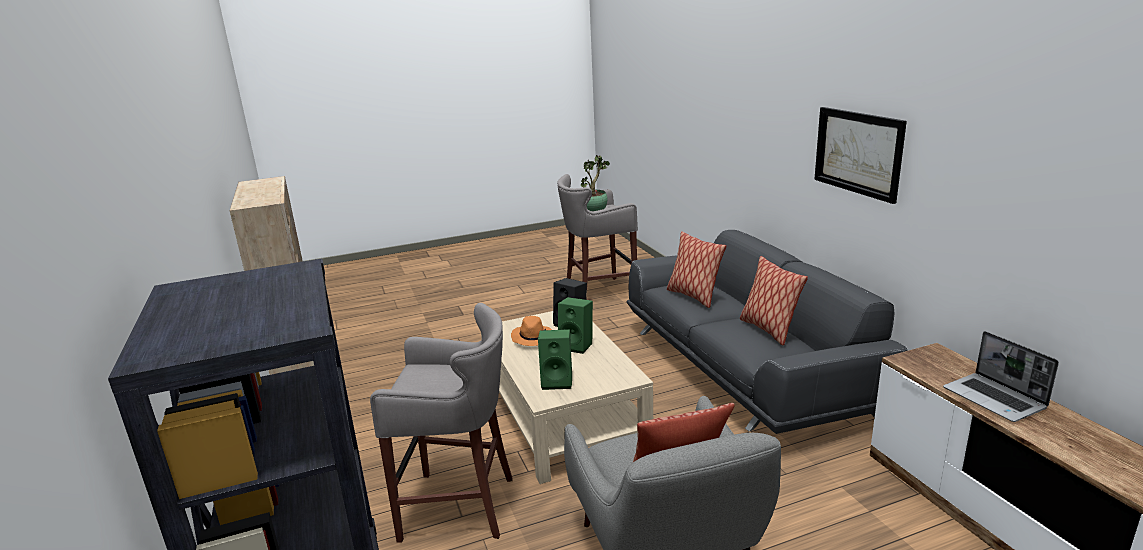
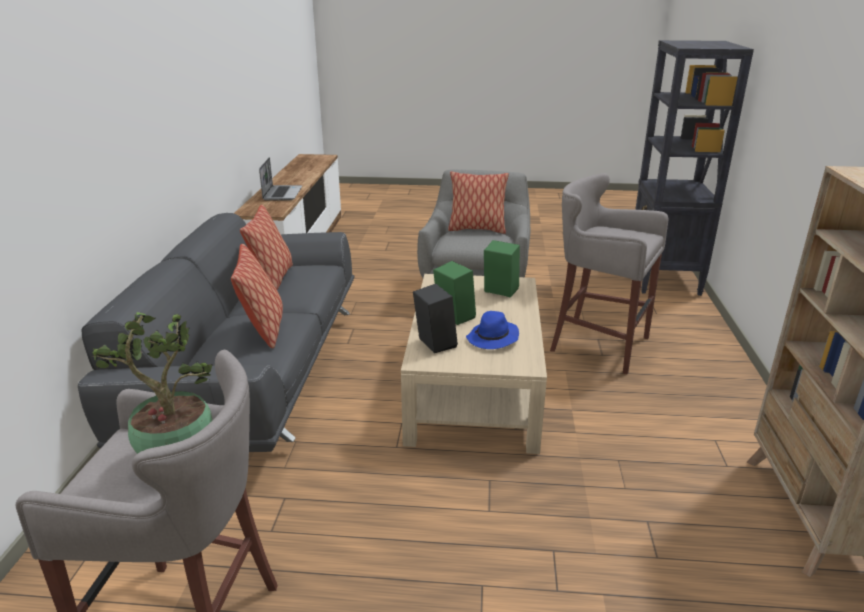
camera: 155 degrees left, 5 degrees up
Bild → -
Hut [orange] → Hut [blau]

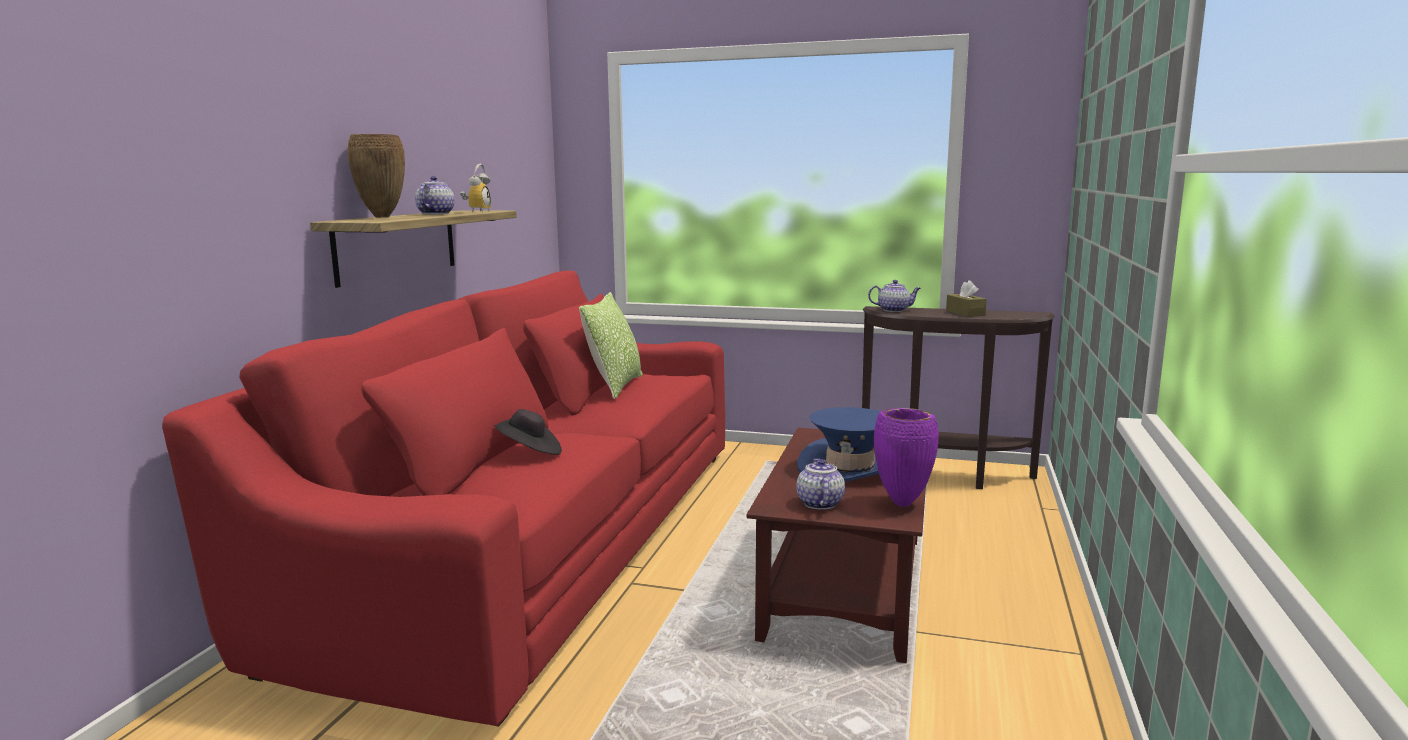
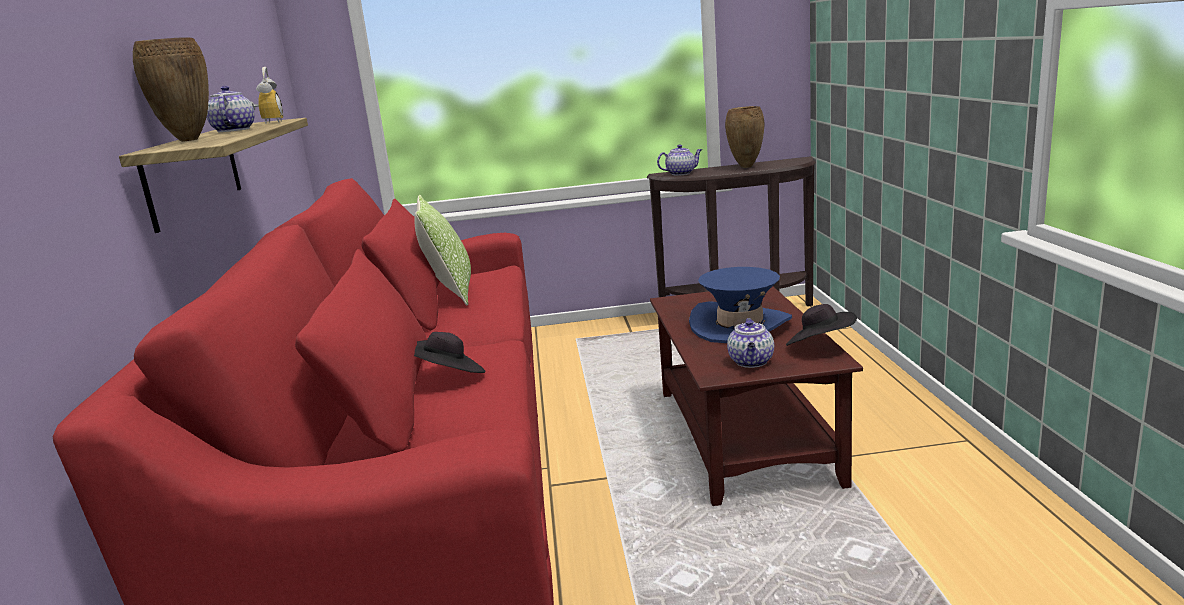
camera: 20 degrees left, 5 degrees up
Taschentuchbox [braun] → Vase [braun] (no. 2 from left)
Vase [lila] → Hut [schwarz] (no. 2 from left)
Teekanne (no. 2 from left in the first image) → Teekanne (no. 3 from left), 150 degrees counterclockwise

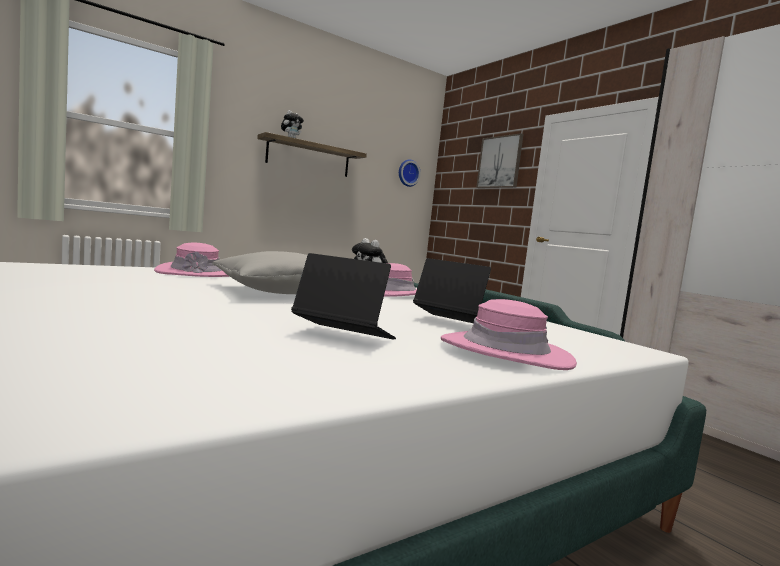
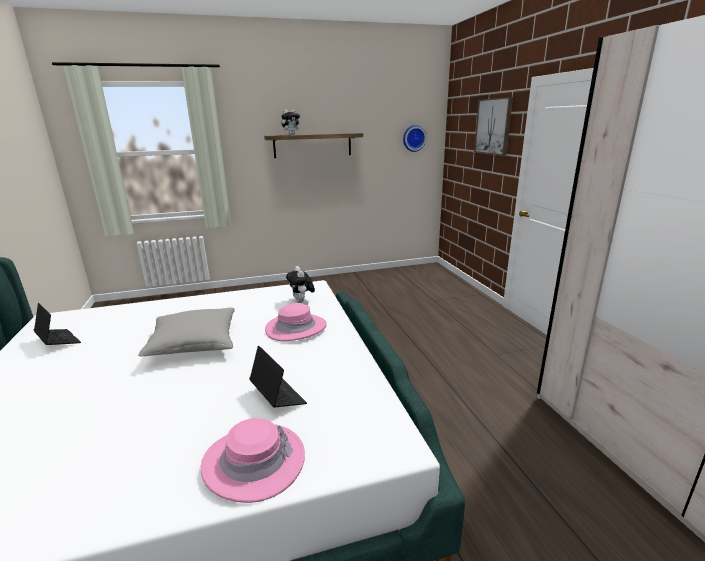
camera: 20 degrees right, 15 degrees up
Hut [rosa] (no. 1 from left) → -
Laptop (no. 1 from left), shifted

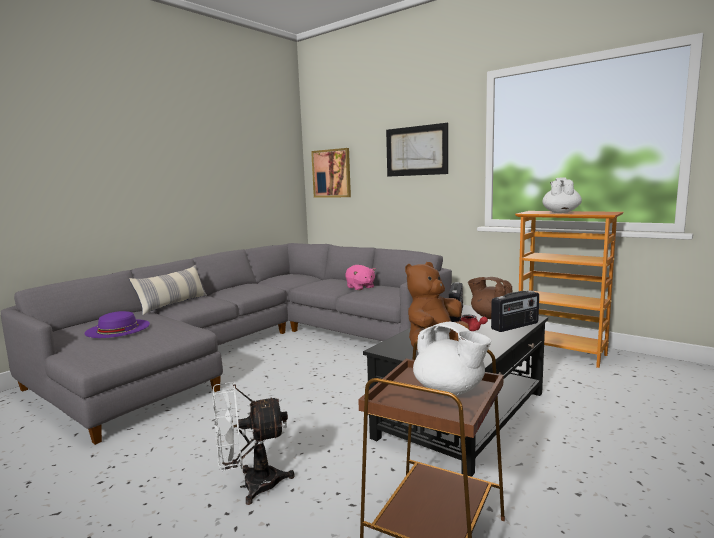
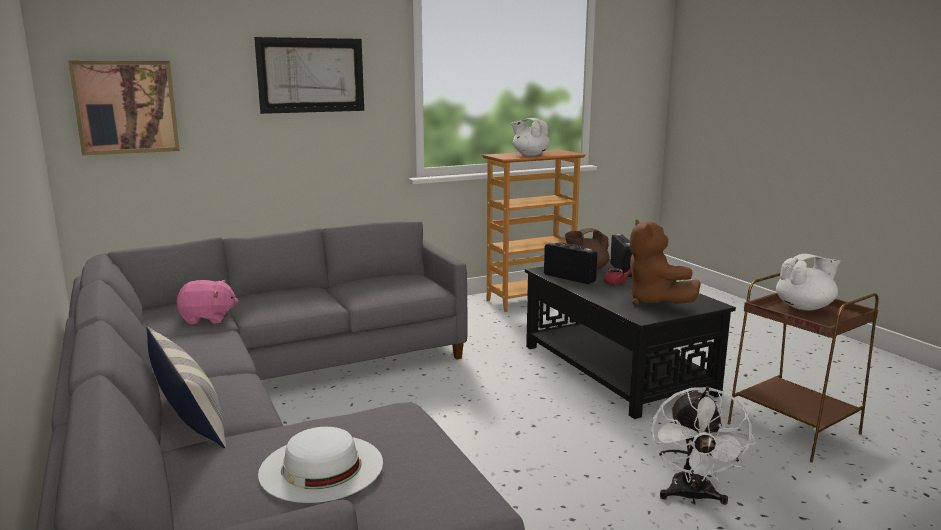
camera: 65 degrees left, 5 degrees up
Plüschtier [rosa], shifted
Hut [lila] → Hut [weiß]

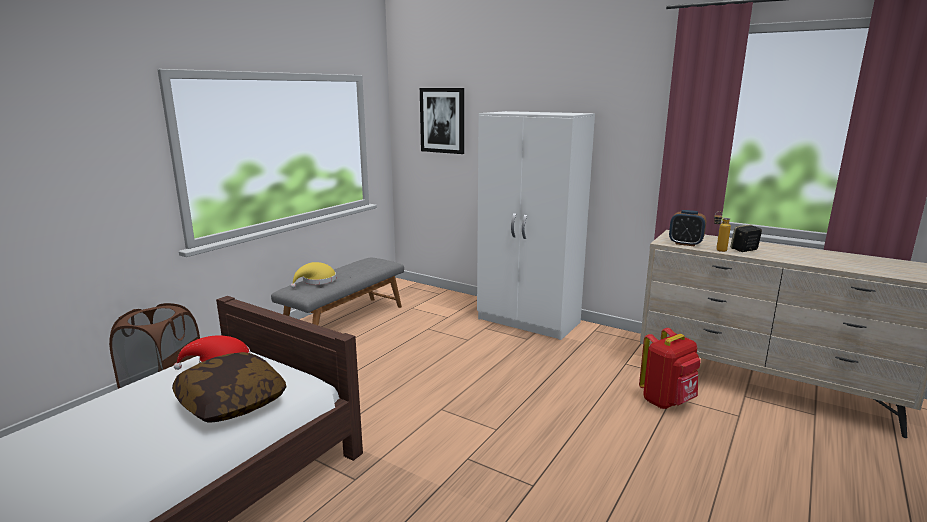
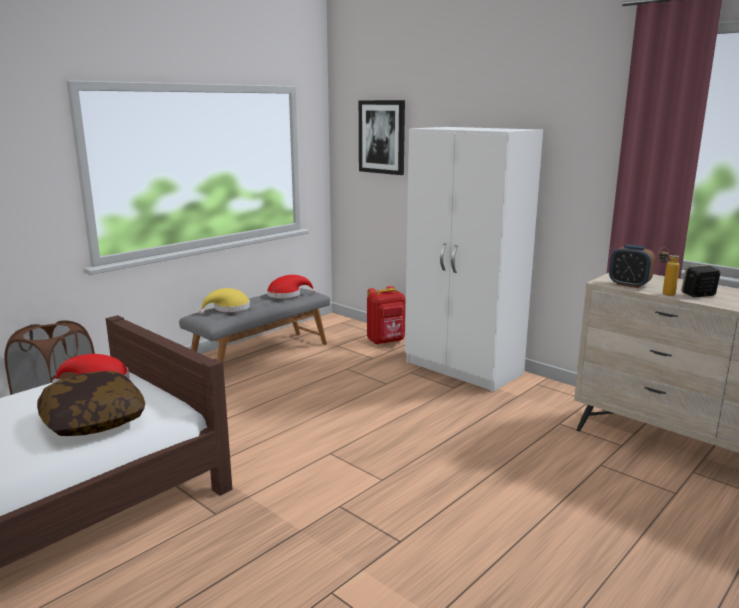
camera: 10 degrees right, 0 degrees up
Rucksack [rot], shifted
- → Hut [rot] (no. 2 from left)

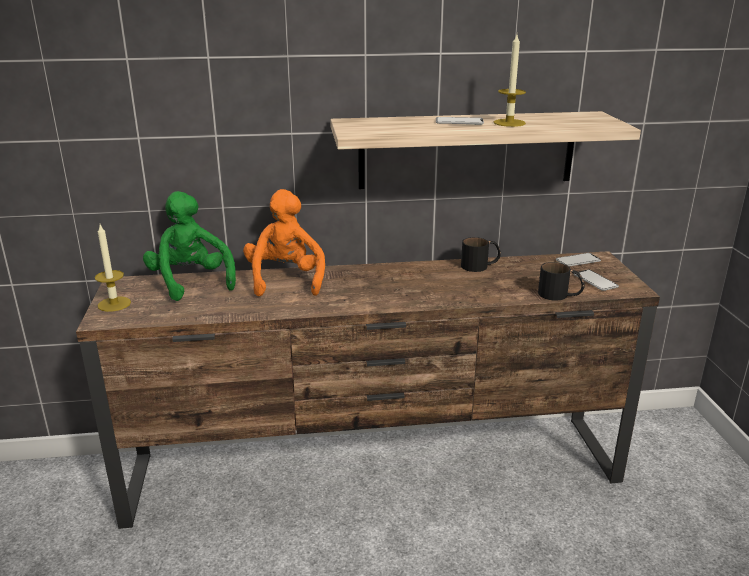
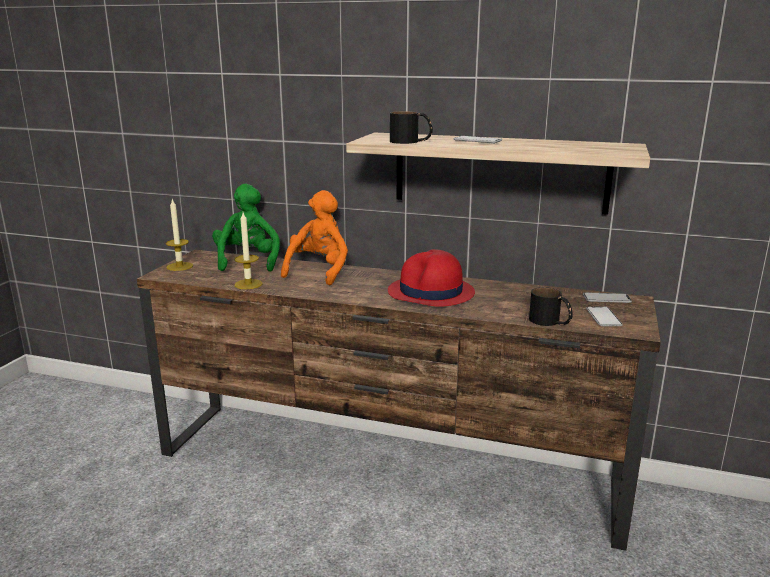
camera: 25 degrees right, 5 degrees down
Kerze (no. 2 from left), shifted
Henkelbecher [schwarz] (no. 1 from left), shifted
- → Hut [rot]

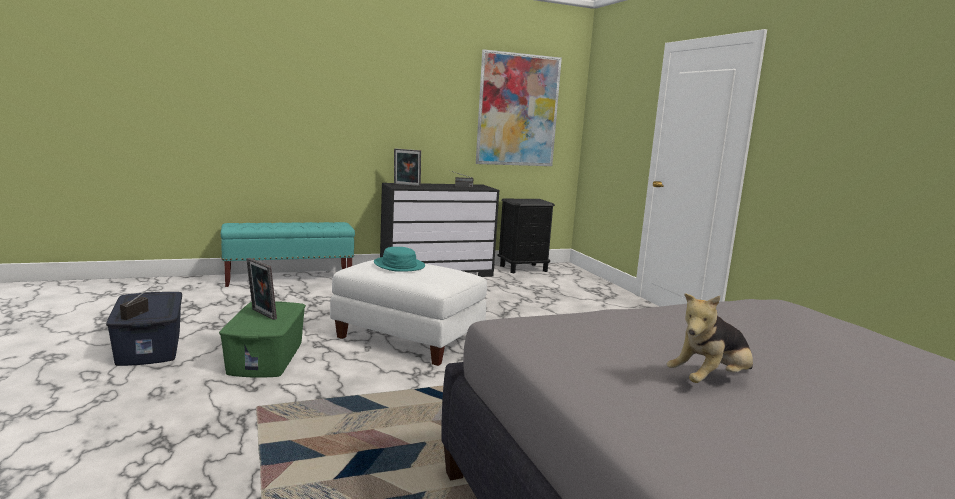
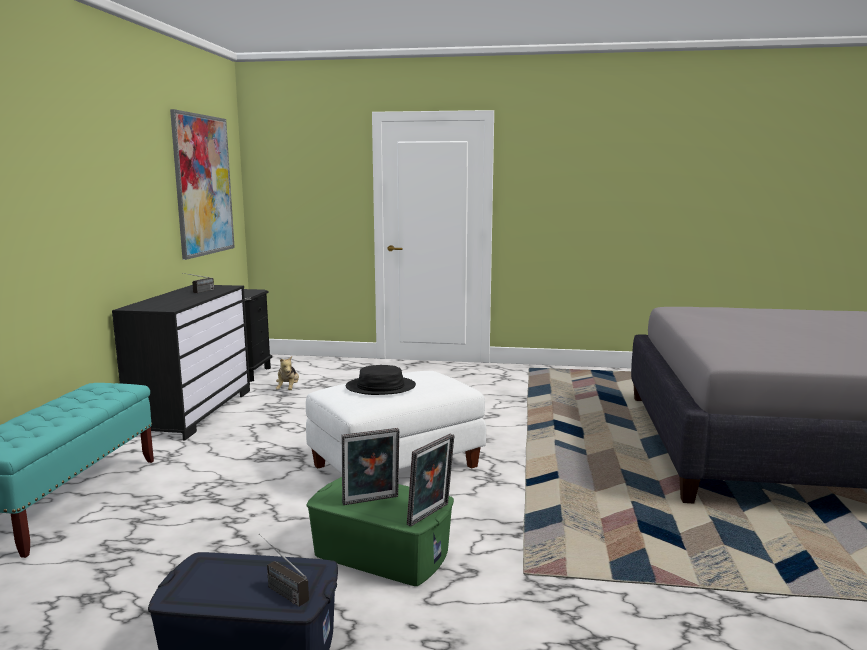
camera: 60 degrees left, 0 degrees up
Bilderrahmen (no. 2 from left), shifted
Hut [türkis] → Hut [schwarz]
Plüschtier, shifted

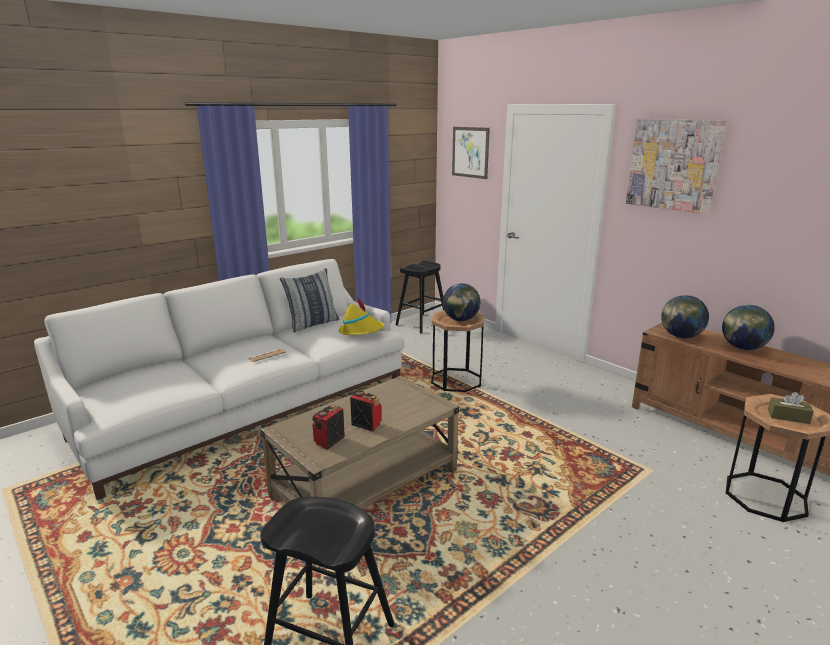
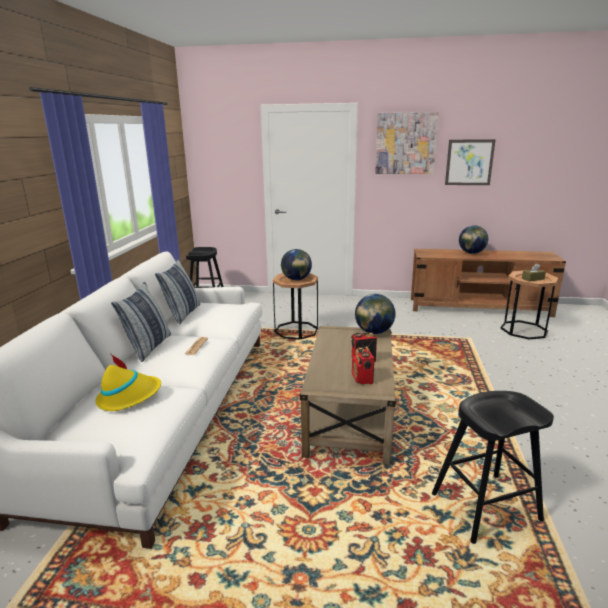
camera: 40 degrees left, 0 degrees up
Bild (no. 1 from left in the first image) → Bild (no. 2 from left), shifted
Globus (no. 2 from left), shifted
Hut [gelb], shifted
- → Kissen (no. 1 from left)

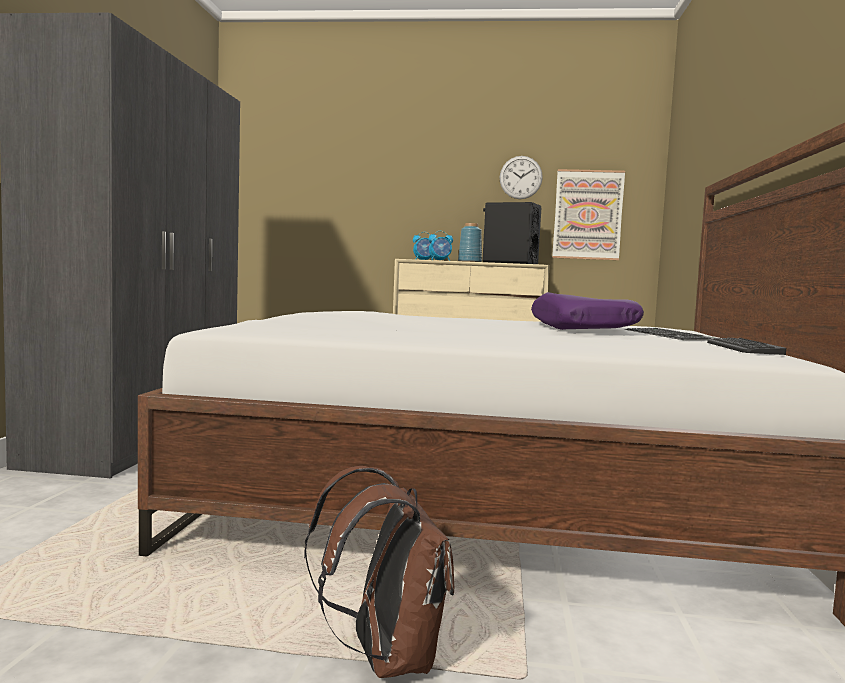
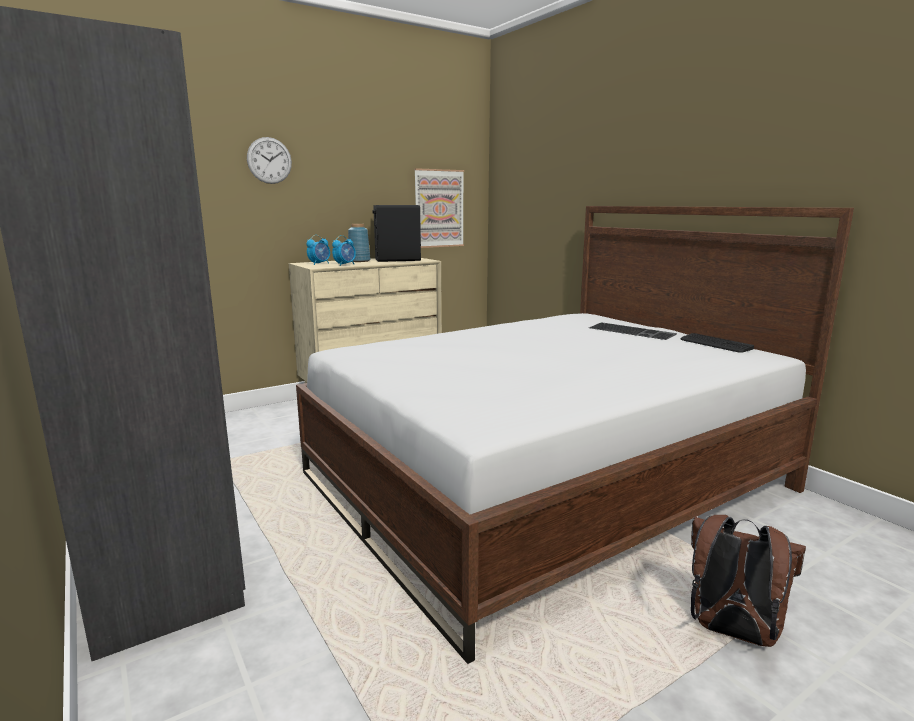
camera: 40 degrees left, 10 degrees up
Wanduhr, shifted
Kissen [lila] → -

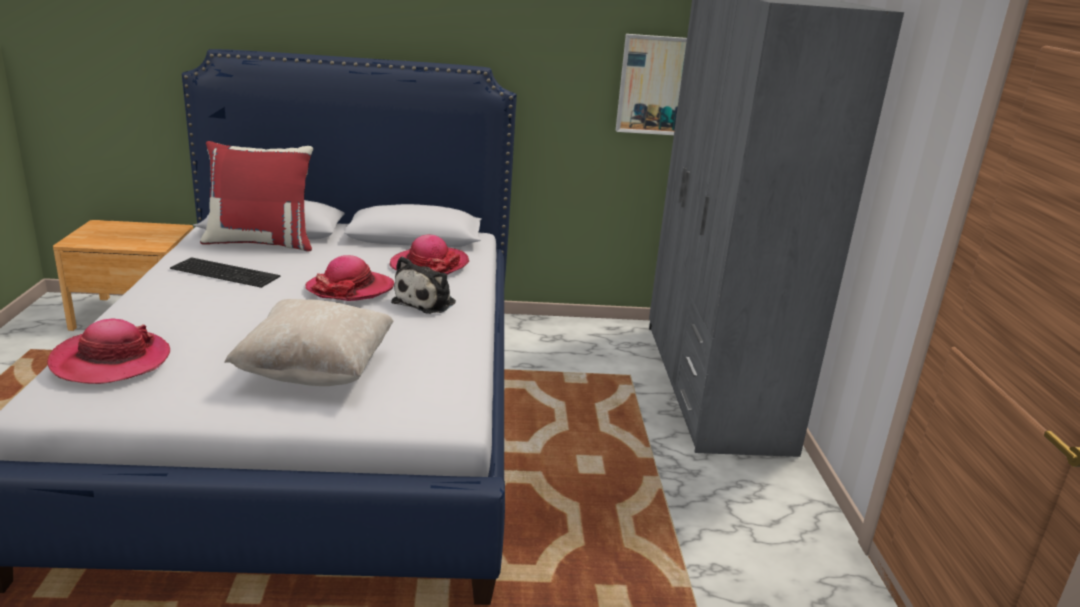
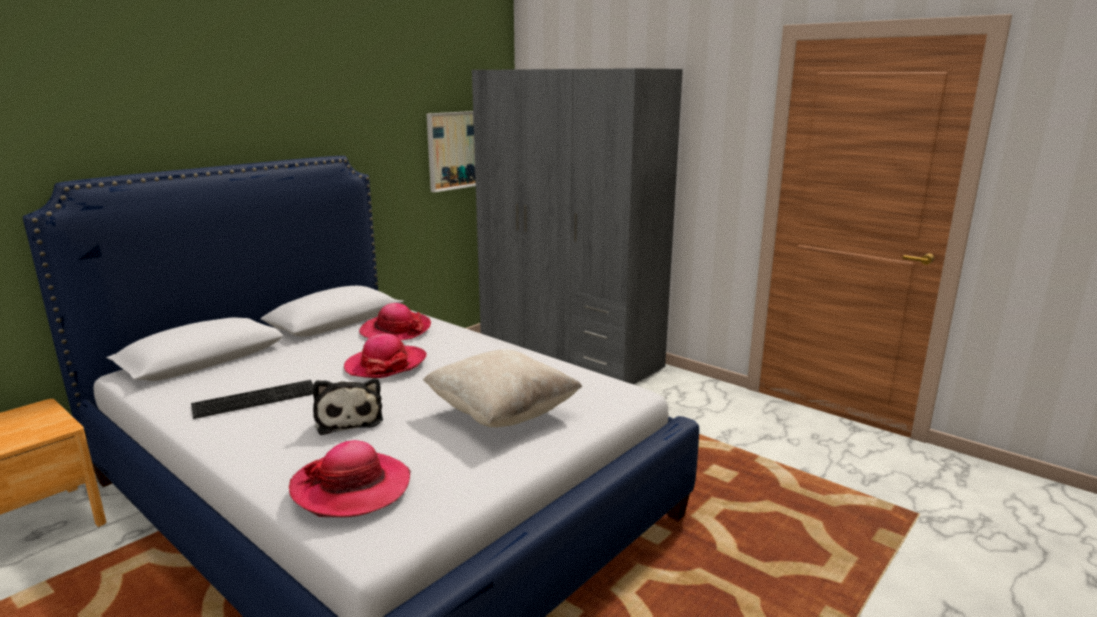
camera: 45 degrees left, 5 degrees down
Kissen [rot] → -
Plüschtier, shifted

